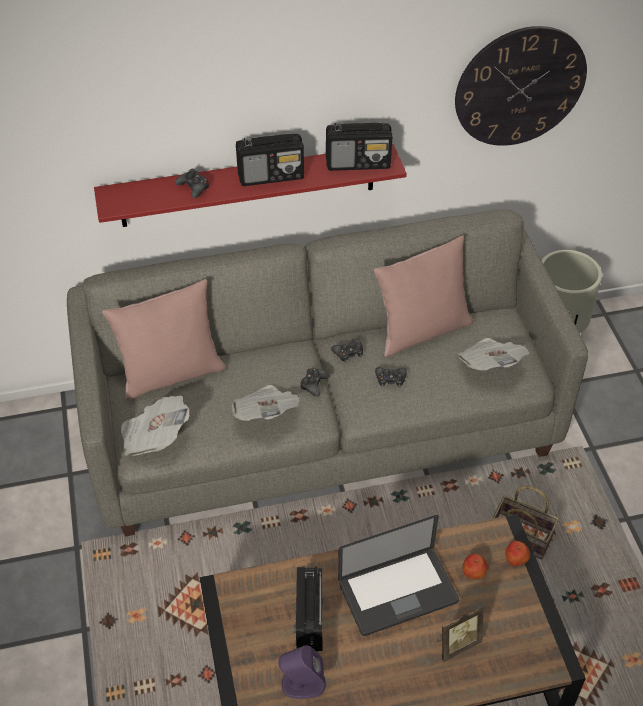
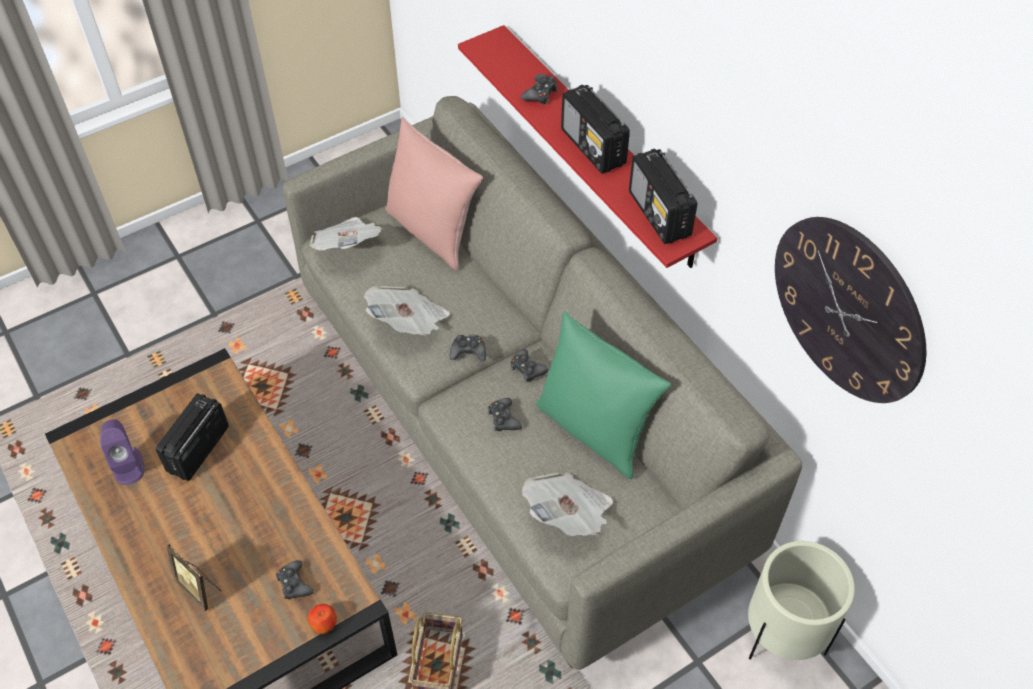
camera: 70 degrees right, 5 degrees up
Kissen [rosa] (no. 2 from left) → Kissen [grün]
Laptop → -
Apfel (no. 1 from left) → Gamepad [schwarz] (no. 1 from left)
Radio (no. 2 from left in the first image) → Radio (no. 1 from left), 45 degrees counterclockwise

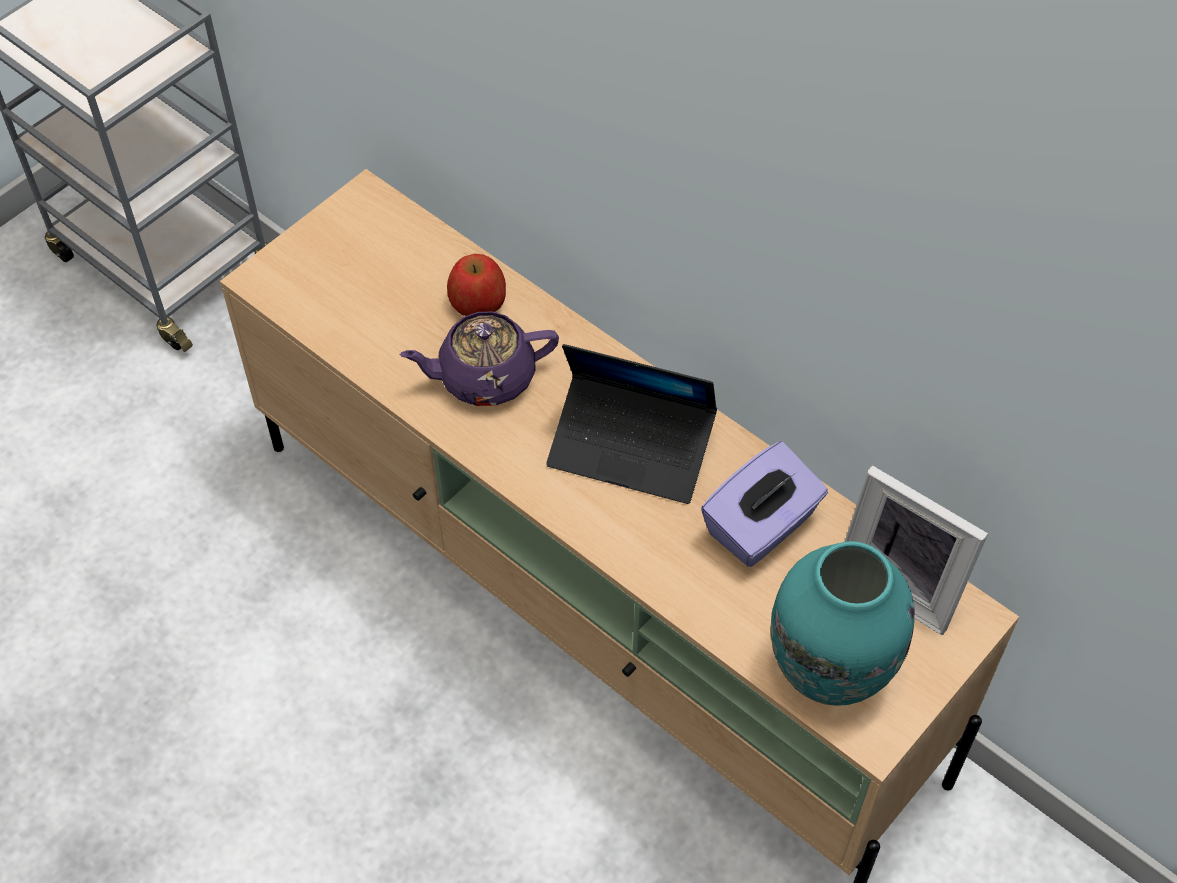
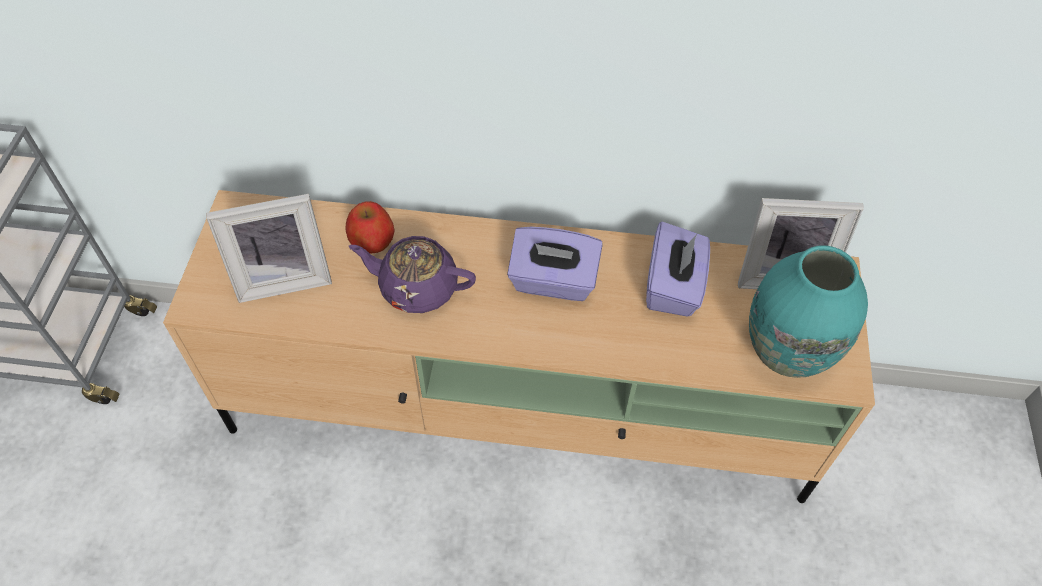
camera: 35 degrees left, 0 degrees up
Teekanne [lila], 60 degrees clockwise
Laptop → Taschentuchbox [lila] (no. 1 from left)
- → Bilderrahmen (no. 1 from left)

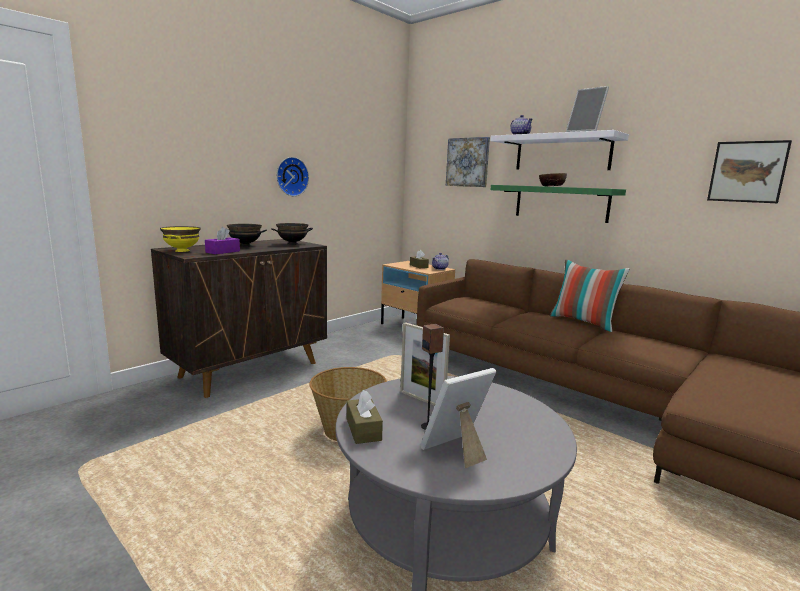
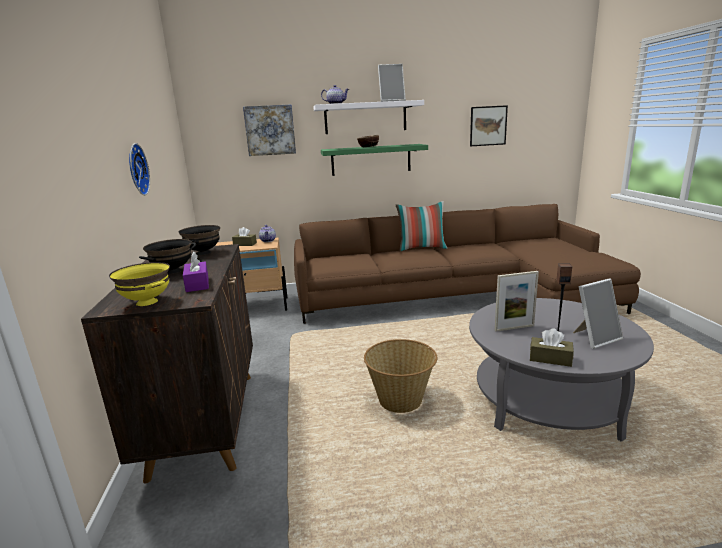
camera: 50 degrees left, 5 degrees up
Bilderrahmen (no. 2 from left in the first image) → Bilderrahmen (no. 3 from left), 120 degrees counterclockwise

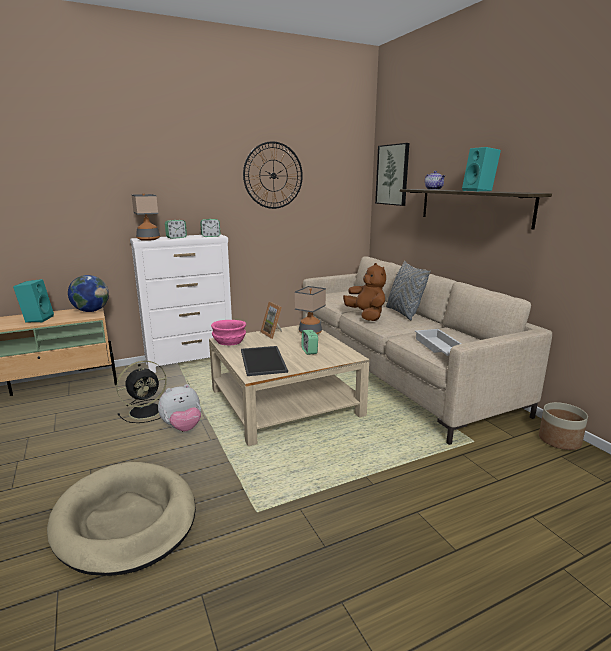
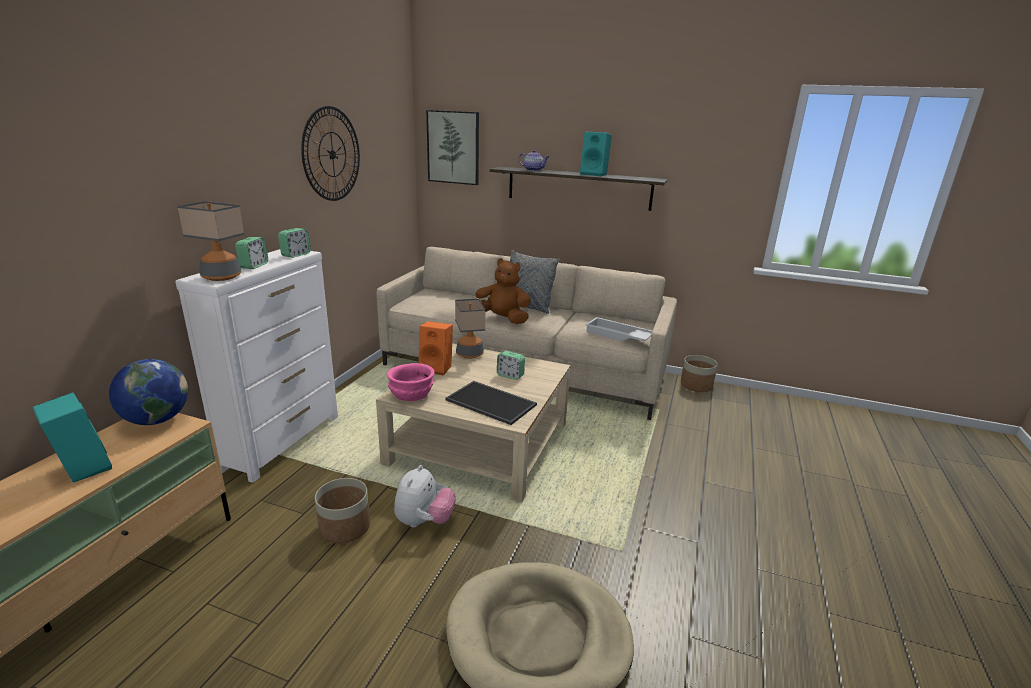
camera: 45 degrees left, 5 degrees up
Bilderrahmen → Lautsprecher [orange]
Ventilator [schwarz] → Pflanzkübel (no. 1 from left)

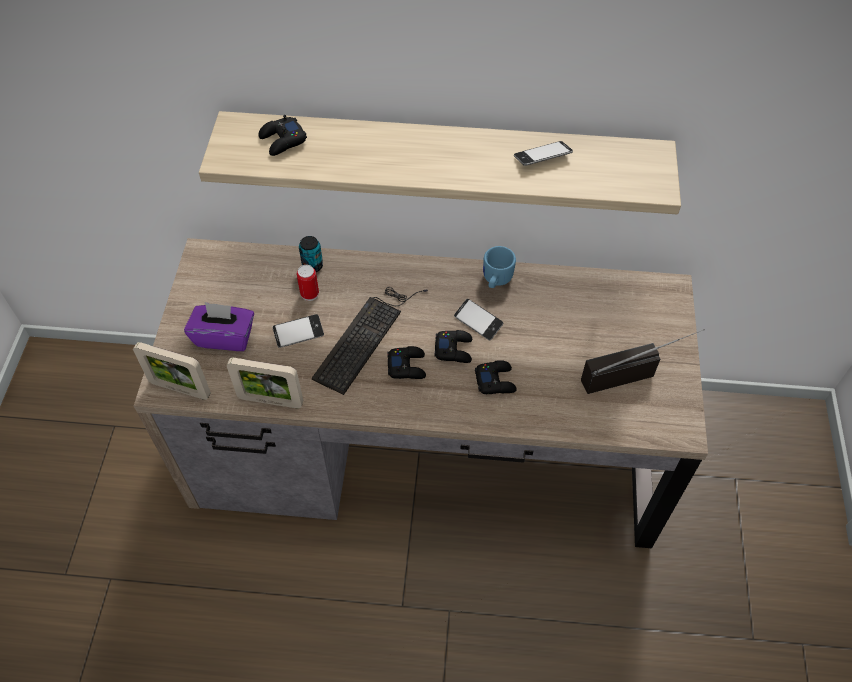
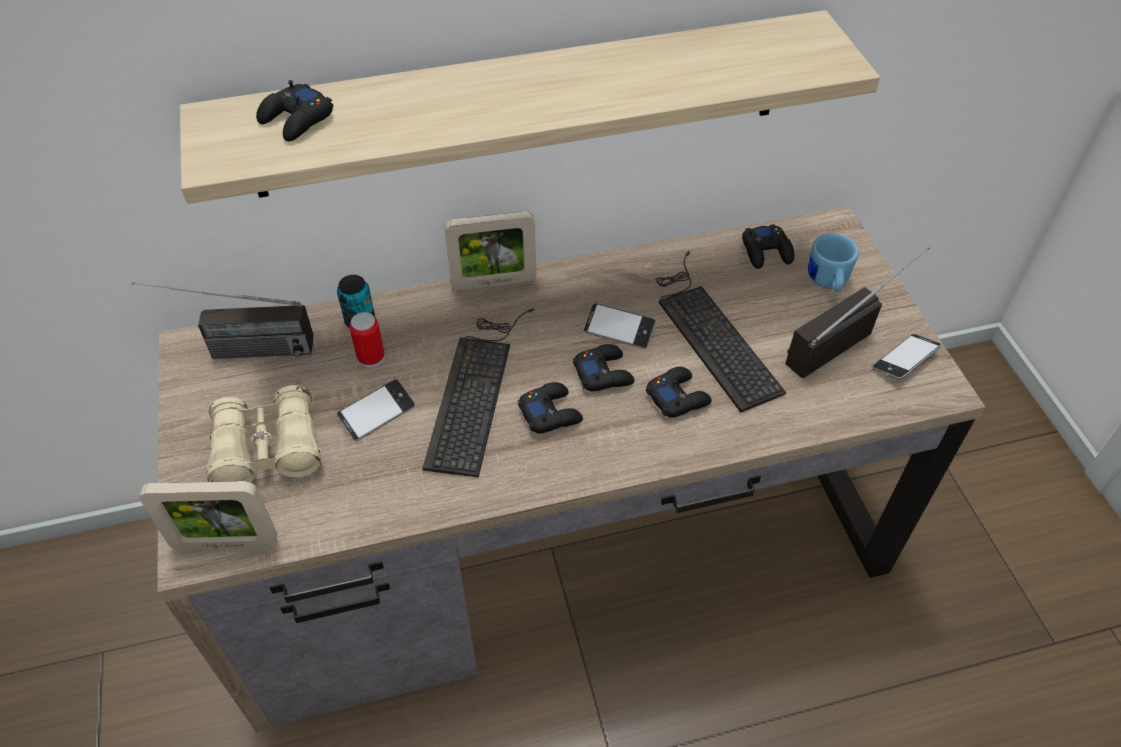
camera: 20 degrees left, 5 degrees down
Handy (no. 3 from left), shifted
Henkelbecher [blau], shifted
Taschentuchbox [lila] → Fernglas [beige]
Bilderrahmen (no. 2 from left), shifted
- → Gamepad [schwarz] (no. 5 from left)
- → Tastatur (no. 2 from left)
- → Radio (no. 1 from left)

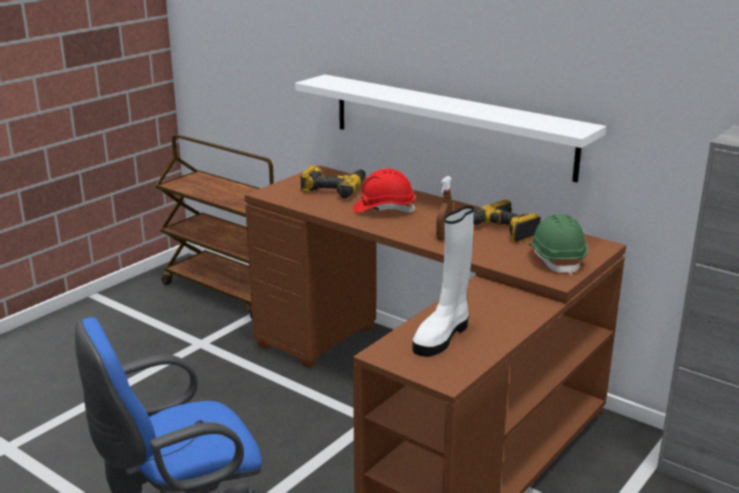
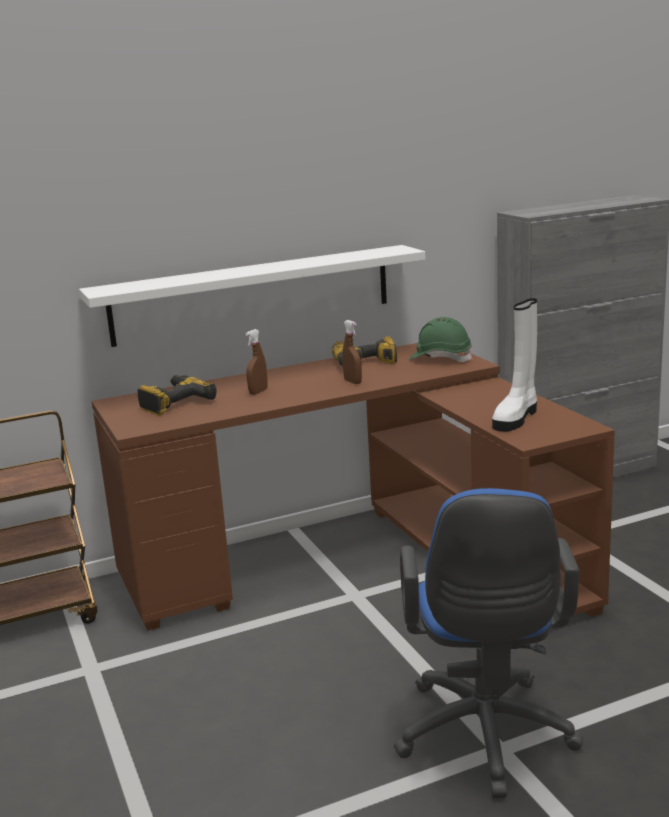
camera: 60 degrees left, 5 degrees down
Schutzhelm [rot] → Sprühflasche [braun] (no. 1 from left)
Stiefel [weiß], 60 degrees clockwise

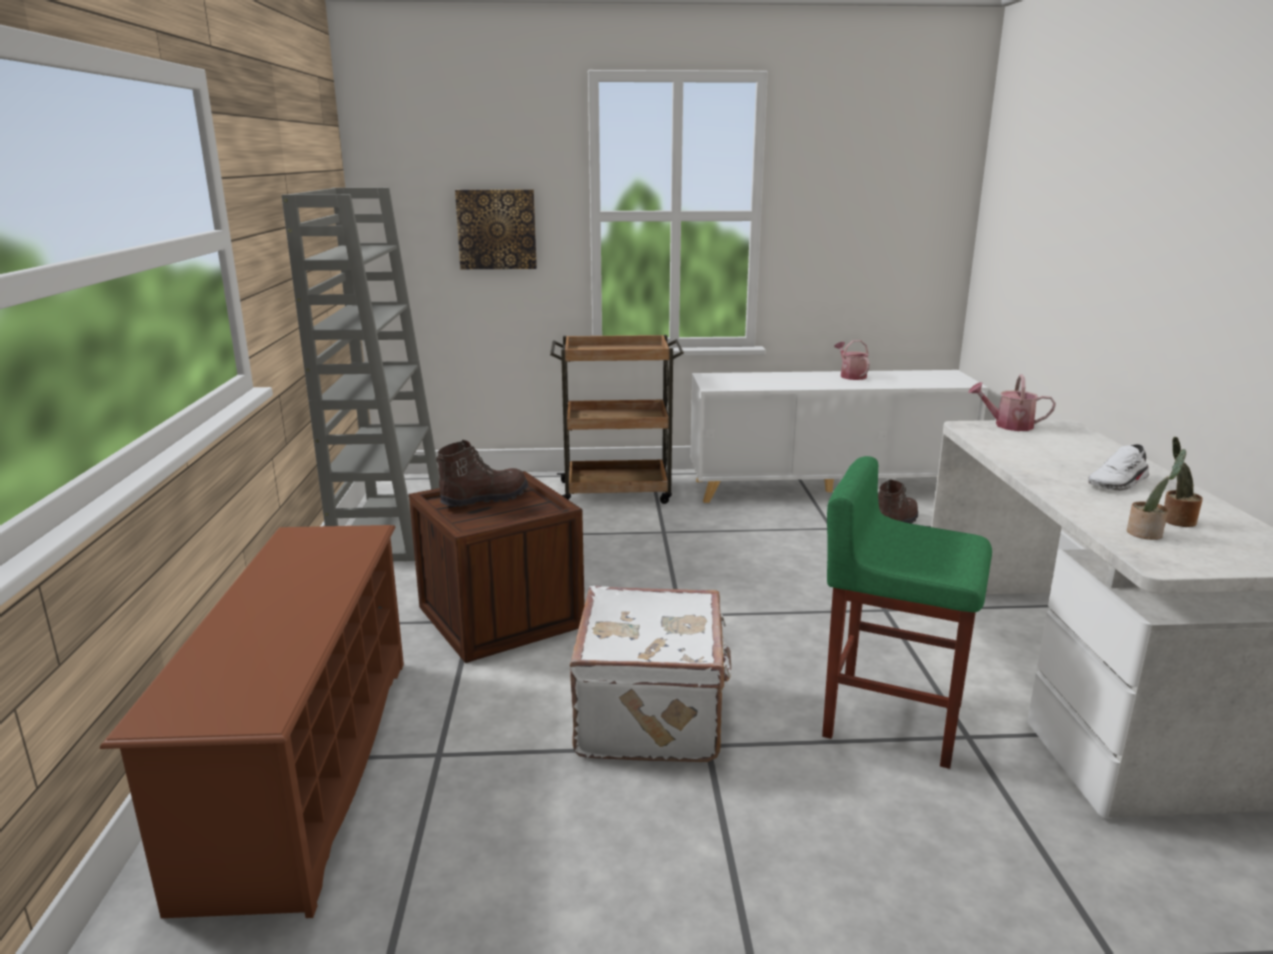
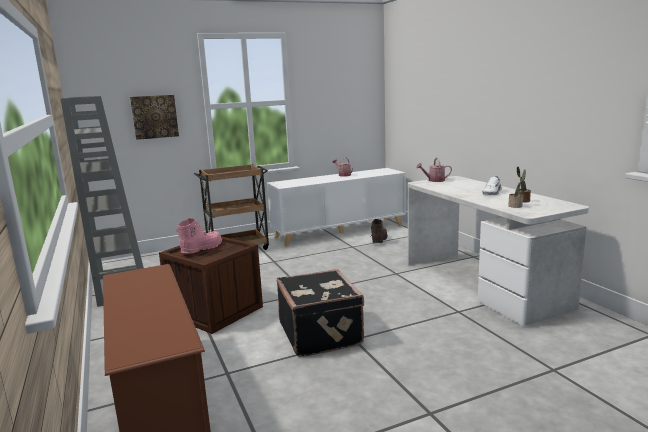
camera: 20 degrees left, 5 degrees down
Stiefel [braun] (no. 1 from left) → Stiefel [rosa]
Hocker [grün] → -
Koffer [weiß] → Koffer [schwarz]

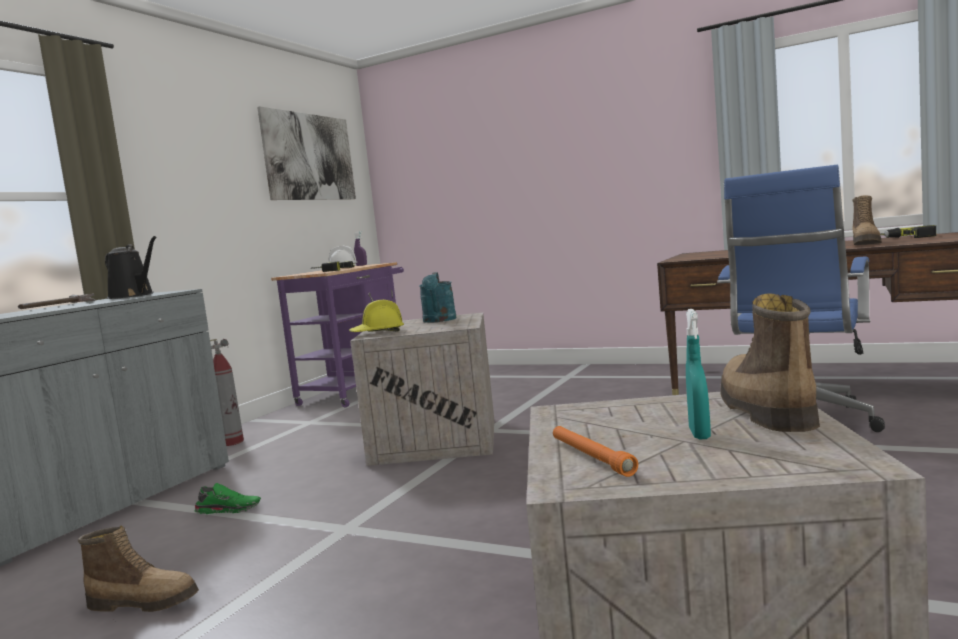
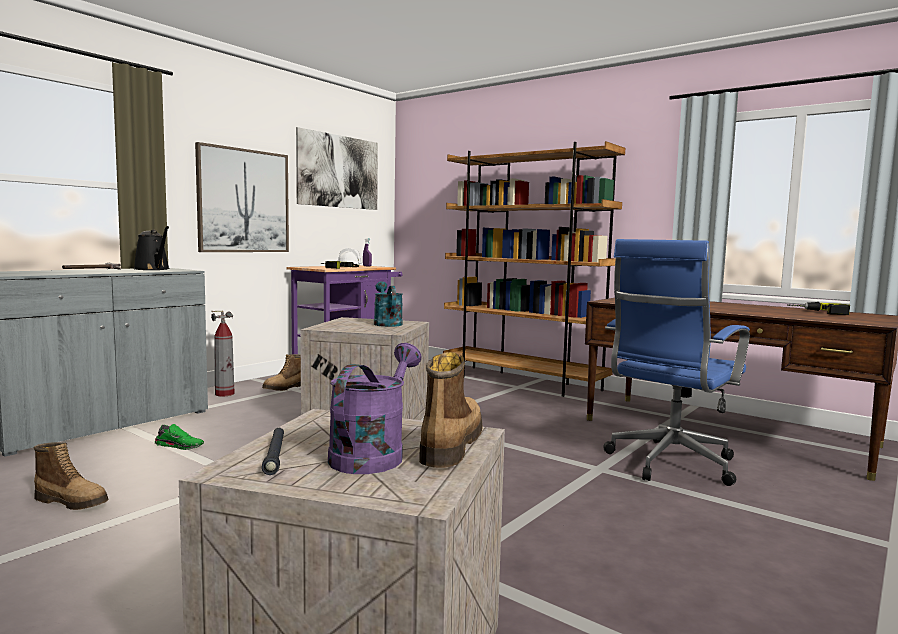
camera: 10 degrees right, 0 degrees up
Stiefel (no. 3 from left in the first image) → Stiefel (no. 2 from left), shifted
Gießkanne [türkis], 150 degrees clockwise
Schutzhelm [gelb] → -
Sprühflasche [türkis] → Gießkanne [lila]
Taschenlampe [orange] → Taschenlampe [schwarz]
- → Bücherregal [braun]
- → Bild (no. 1 from left)

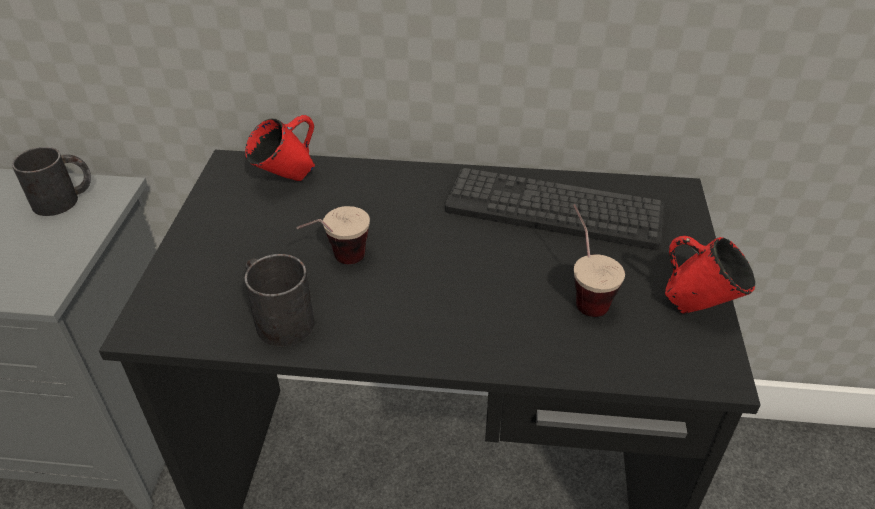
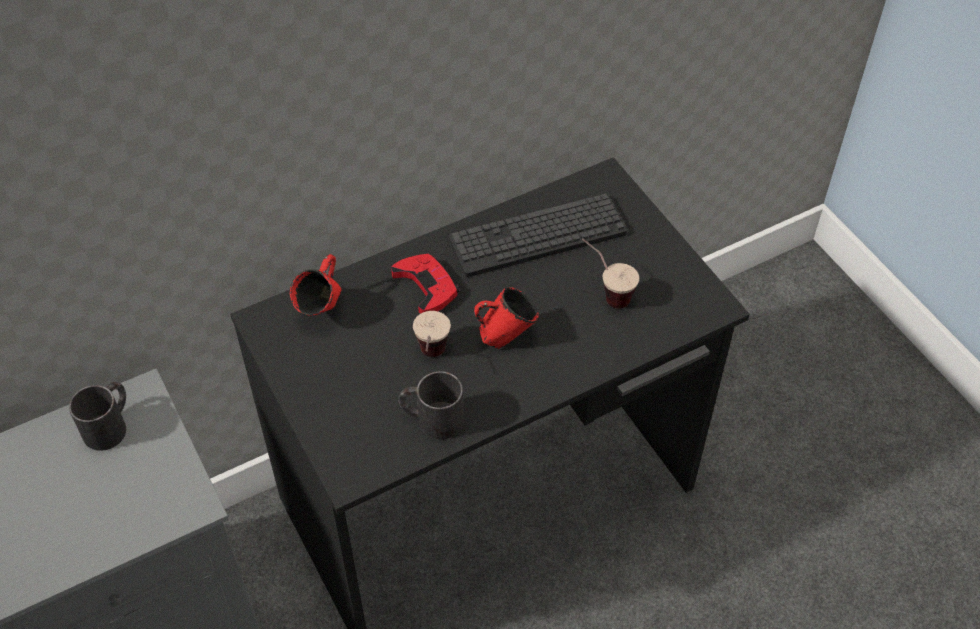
camera: 35 degrees left, 10 degrees up
Henkelbecher [rot] (no. 2 from left), shifted
- → Gamepad [rot]

